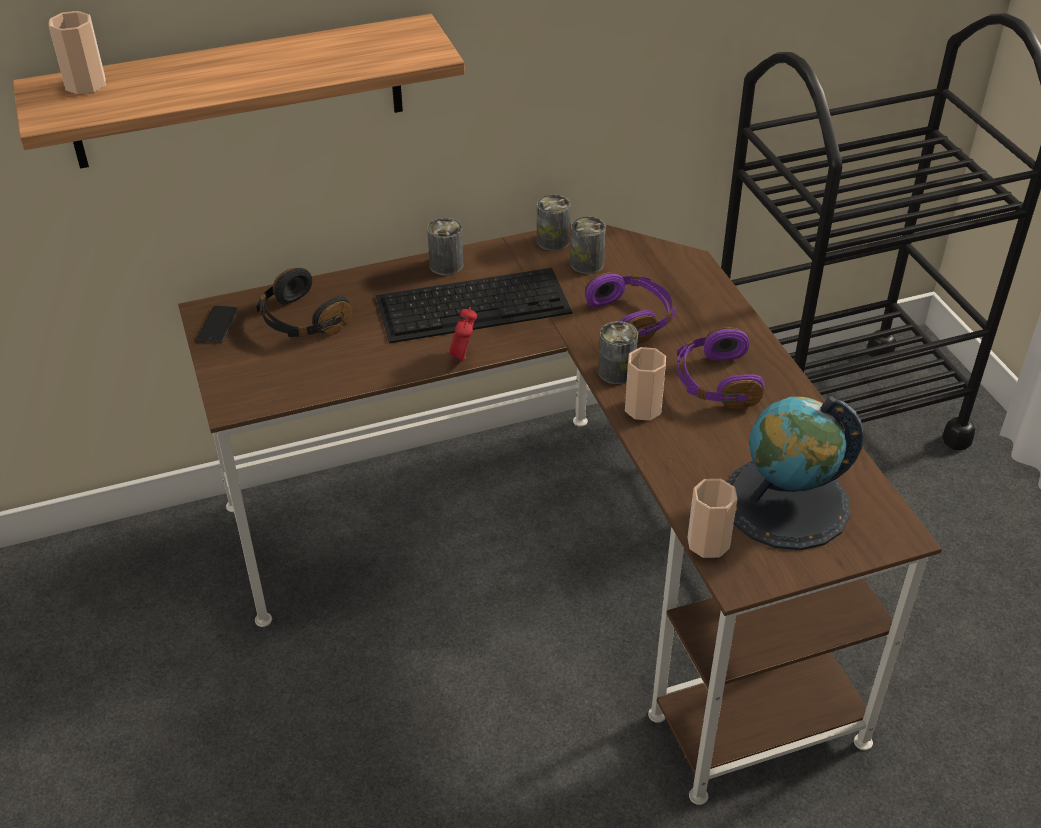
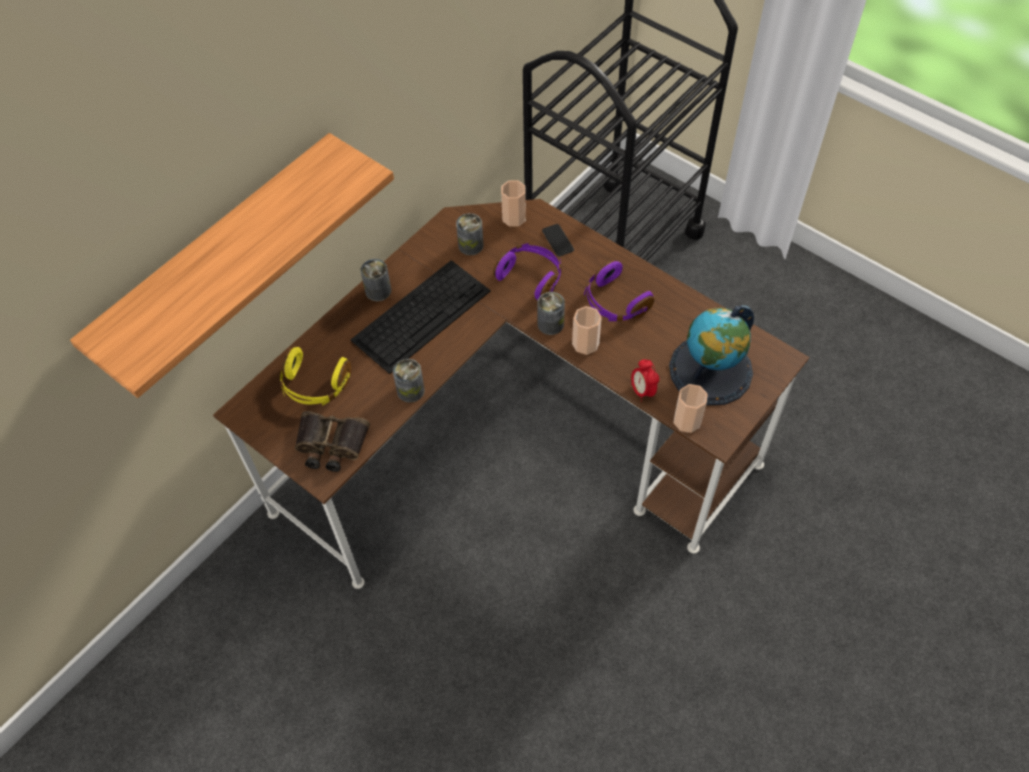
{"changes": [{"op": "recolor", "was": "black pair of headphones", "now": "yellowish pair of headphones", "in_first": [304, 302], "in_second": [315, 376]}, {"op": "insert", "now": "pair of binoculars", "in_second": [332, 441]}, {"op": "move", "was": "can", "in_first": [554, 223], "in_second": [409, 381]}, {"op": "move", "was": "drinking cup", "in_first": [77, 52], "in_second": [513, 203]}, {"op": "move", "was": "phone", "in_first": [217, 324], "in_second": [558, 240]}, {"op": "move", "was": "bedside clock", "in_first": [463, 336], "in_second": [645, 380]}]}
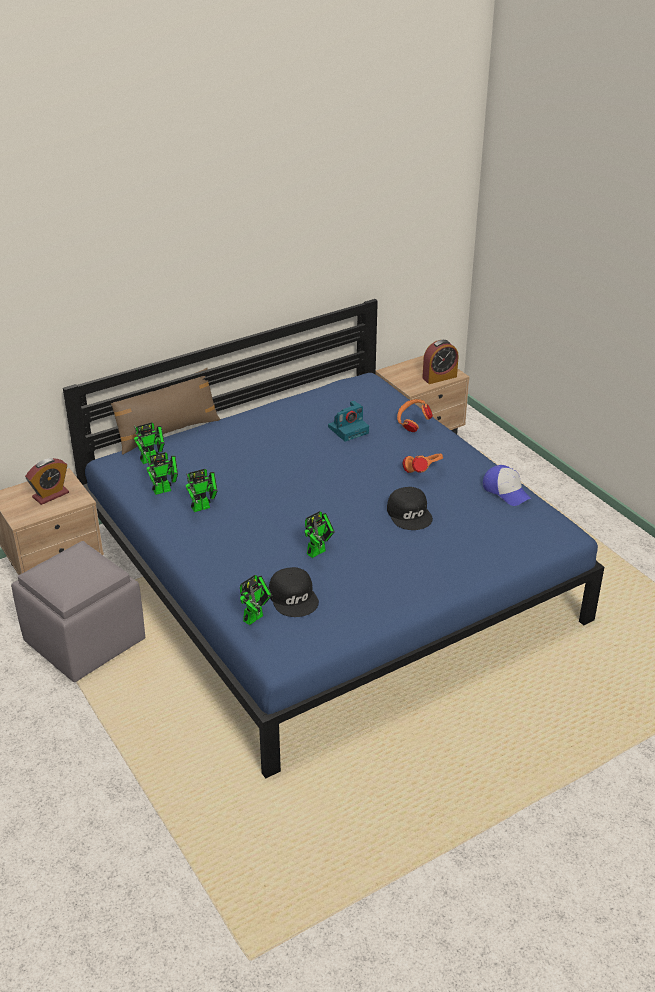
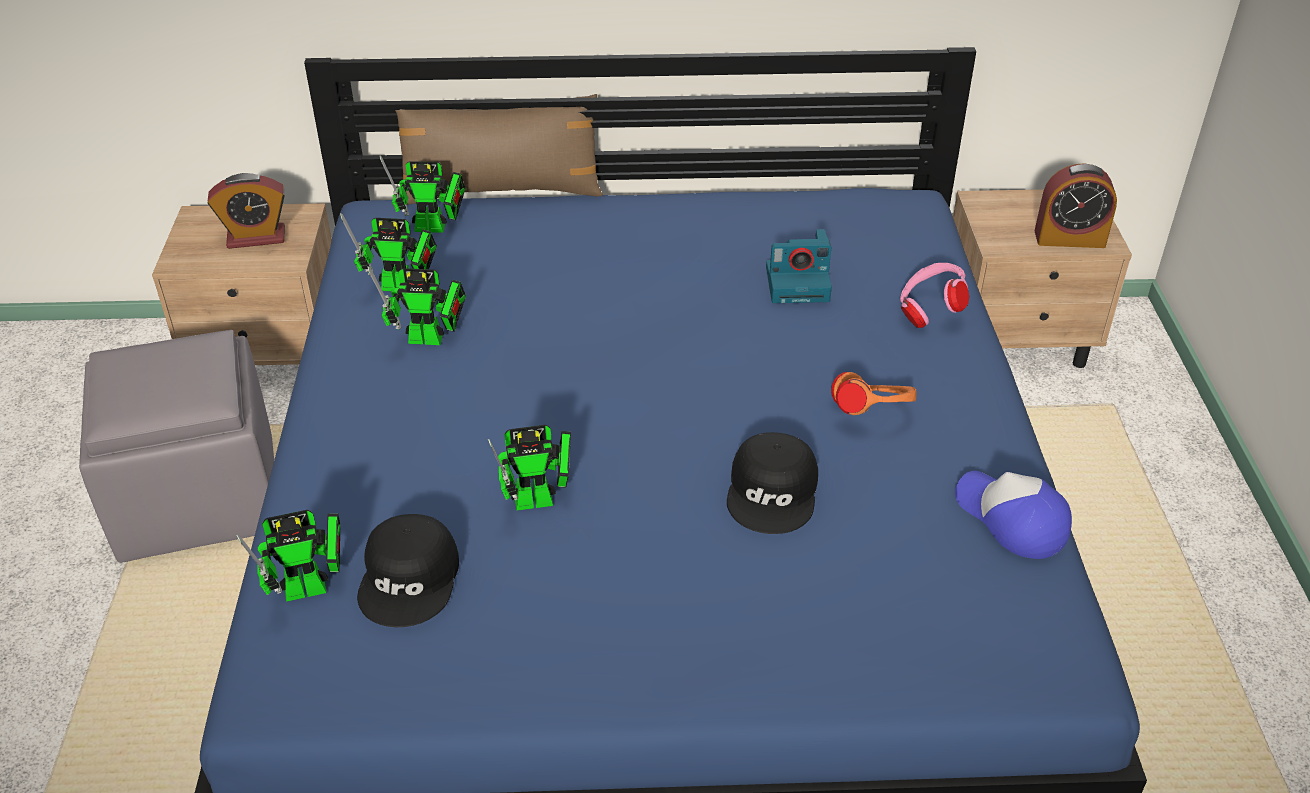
{"changes": [{"op": "recolor", "was": "orange-coloured pair of headphones", "now": "pink-coloured pair of headphones", "in_first": [415, 415], "in_second": [934, 295]}, {"op": "rotate", "was": "baseball cap", "in_first": [507, 485], "in_second": [1013, 515], "clockwise": 150}]}
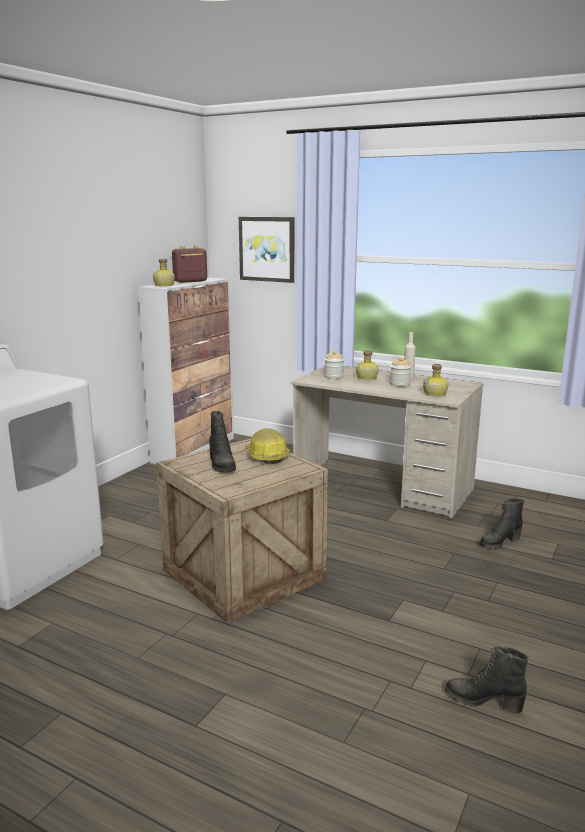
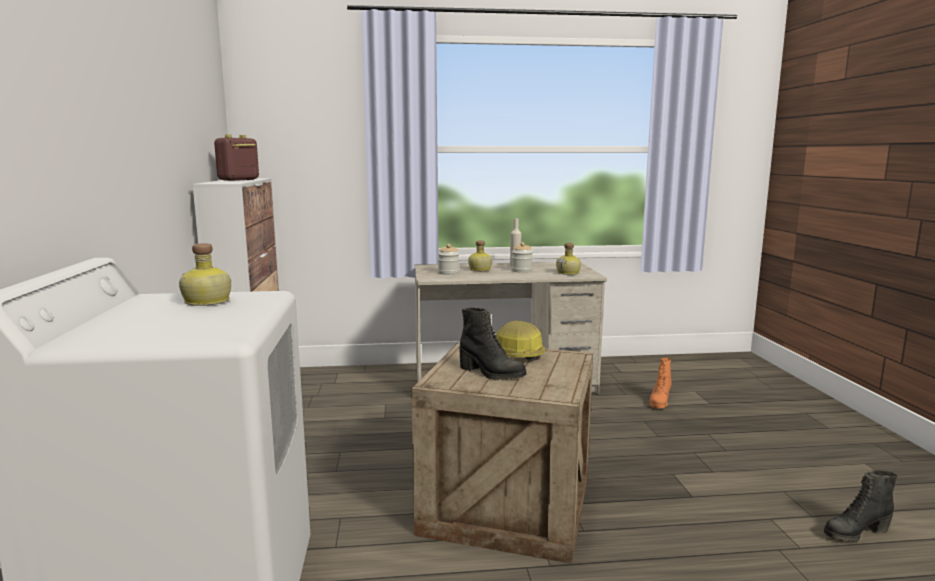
{"changes": [{"op": "move", "was": "beverage bottle", "in_first": [164, 272], "in_second": [205, 274]}, {"op": "recolor", "was": "black tall boot", "now": "orange-coloured tall boot", "in_first": [502, 523], "in_second": [660, 383]}, {"op": "delete", "was": "picture", "in_first": [266, 250]}]}
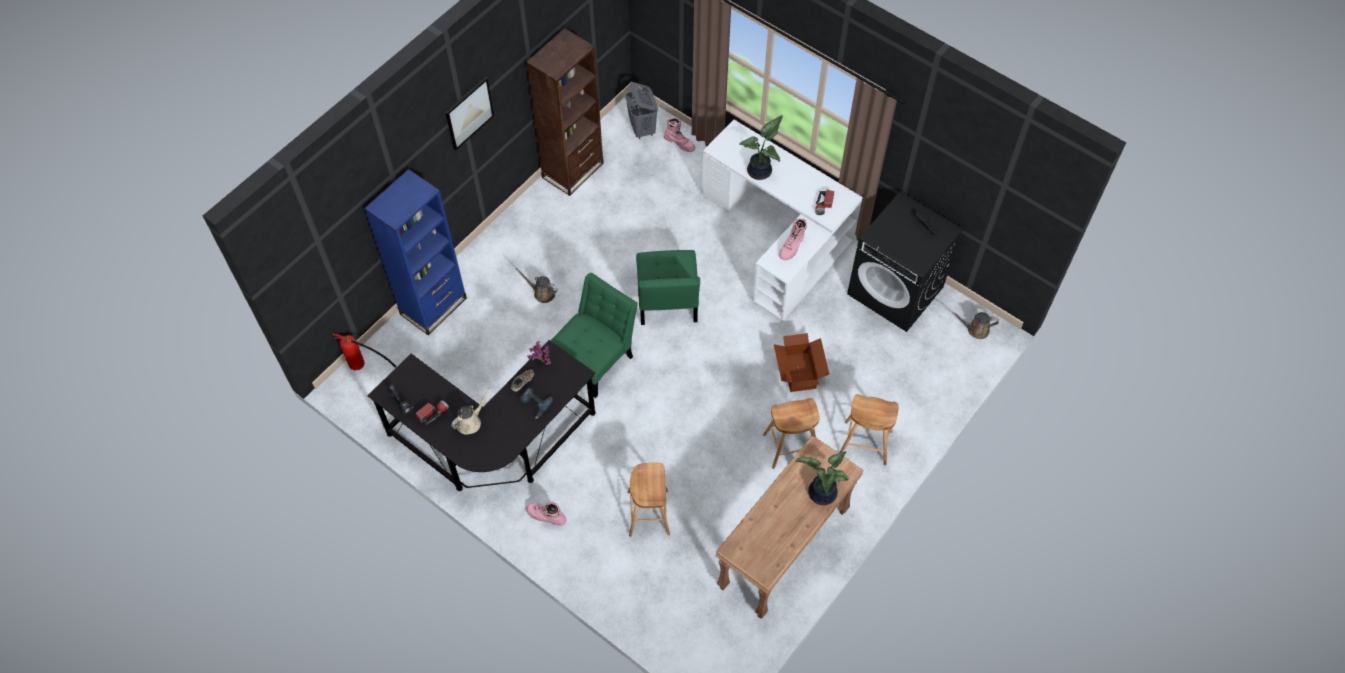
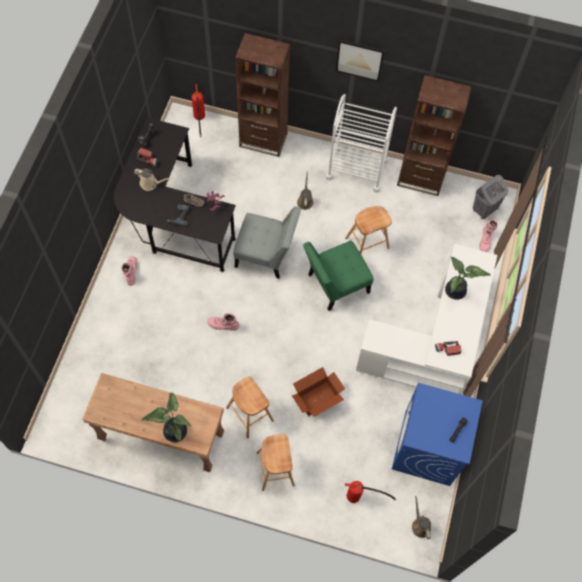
{"changes": [{"op": "move", "was": "pink-coloured tall boot", "in_first": [793, 239], "in_second": [223, 321]}, {"op": "recolor", "was": "green-coloured upright chair", "now": "greyish upright chair", "in_first": [594, 335], "in_second": [267, 242]}, {"op": "recolor", "was": "bluish shelving unit", "now": "brownish shelving unit", "in_first": [415, 252], "in_second": [262, 95]}, {"op": "insert", "now": "white-coloured cart", "in_second": [361, 143]}, {"op": "move", "was": "brownish sitting stool", "in_first": [649, 500], "in_second": [368, 230]}, {"op": "insert", "now": "fire extinguisher", "in_second": [370, 492]}, {"op": "recolor", "was": "black washing machine", "now": "bluish washing machine", "in_first": [905, 262], "in_second": [437, 434]}]}
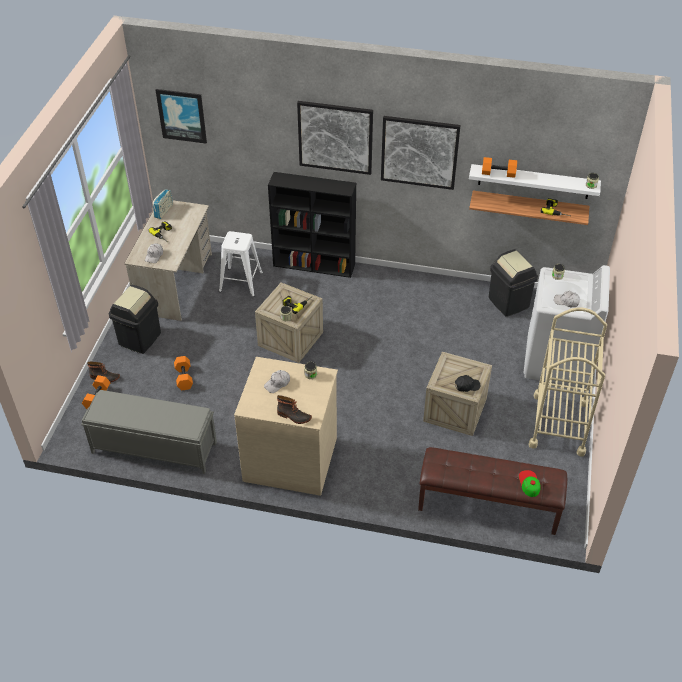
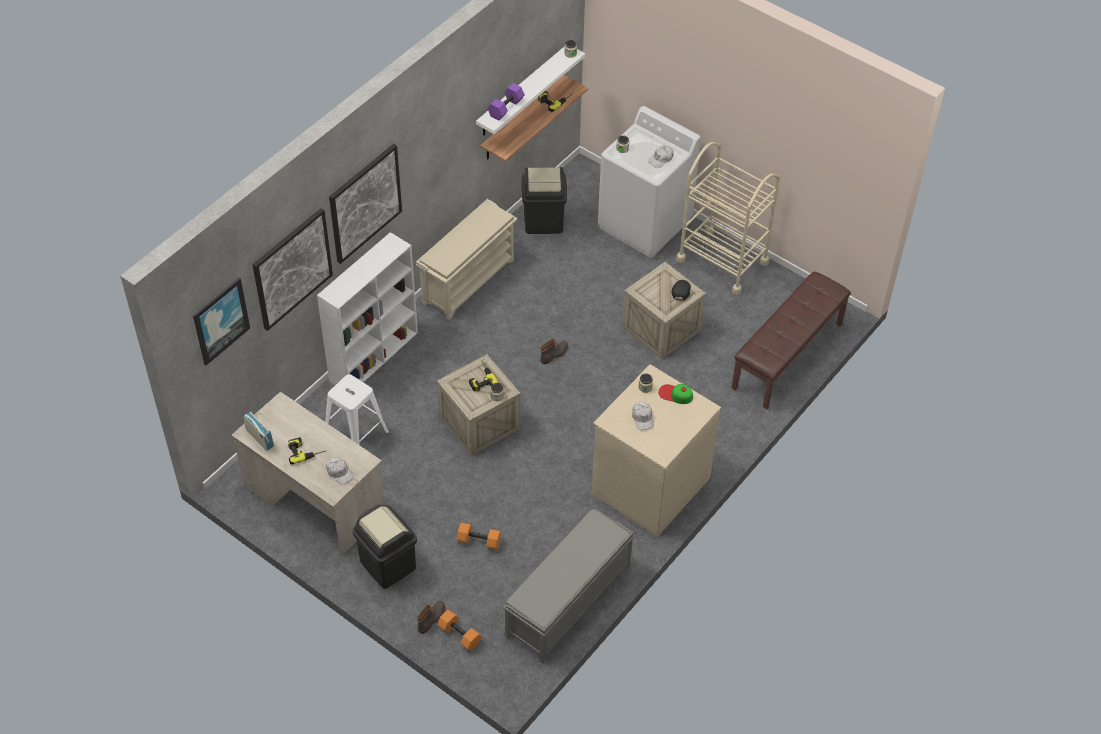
{"changes": [{"op": "move", "was": "picture", "in_first": [421, 153], "in_second": [293, 269]}, {"op": "recolor", "was": "black shelving unit", "now": "white-coloured shelving unit", "in_first": [312, 225], "in_second": [367, 311]}, {"op": "insert", "now": "sand-coloured shoe rack", "in_second": [466, 259]}, {"op": "recolor", "was": "orange-coloured free weight", "now": "purple free weight", "in_first": [499, 167], "in_second": [506, 102]}, {"op": "move", "was": "tall boot", "in_first": [294, 409], "in_second": [554, 351]}, {"op": "move", "was": "baseball cap", "in_first": [530, 483], "in_second": [675, 394]}]}
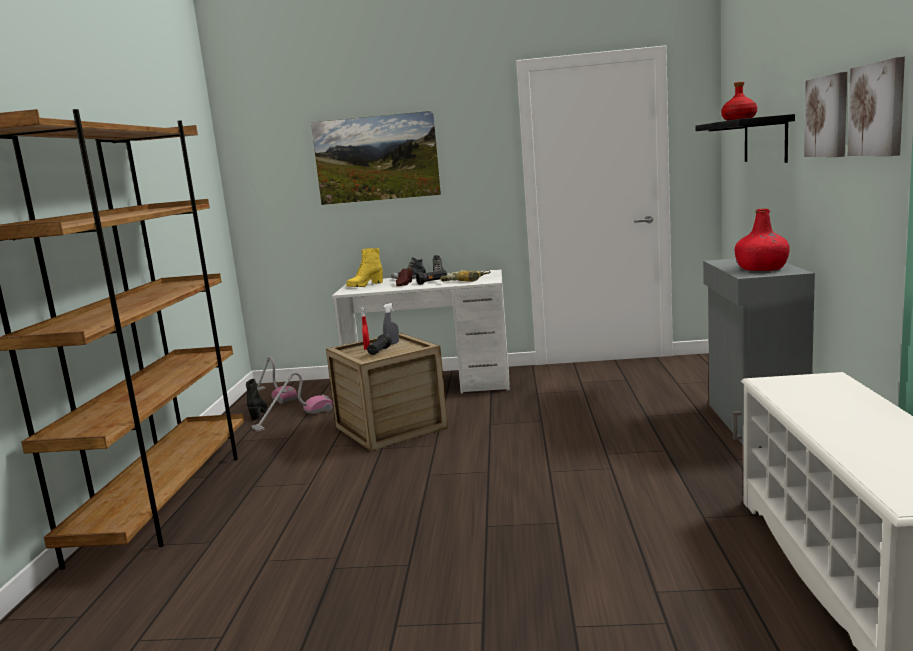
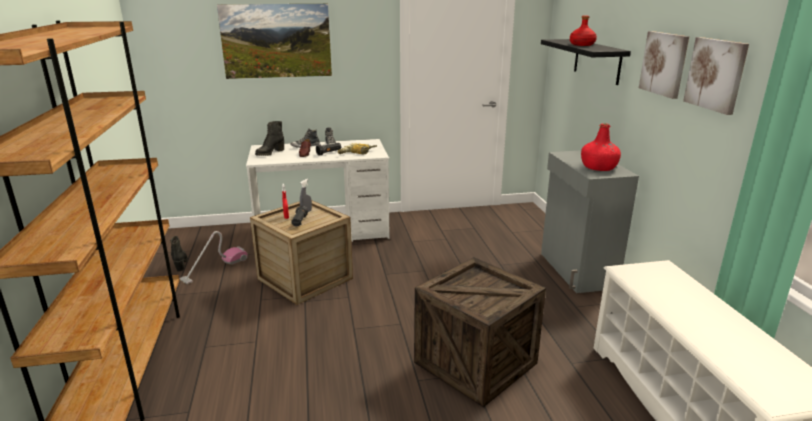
{"changes": [{"op": "recolor", "was": "yellowish tall boot", "now": "black tall boot", "in_first": [364, 267], "in_second": [269, 138]}, {"op": "insert", "now": "shipping crate", "in_second": [480, 332]}, {"op": "delete", "was": "vacuum", "in_first": [277, 380]}]}
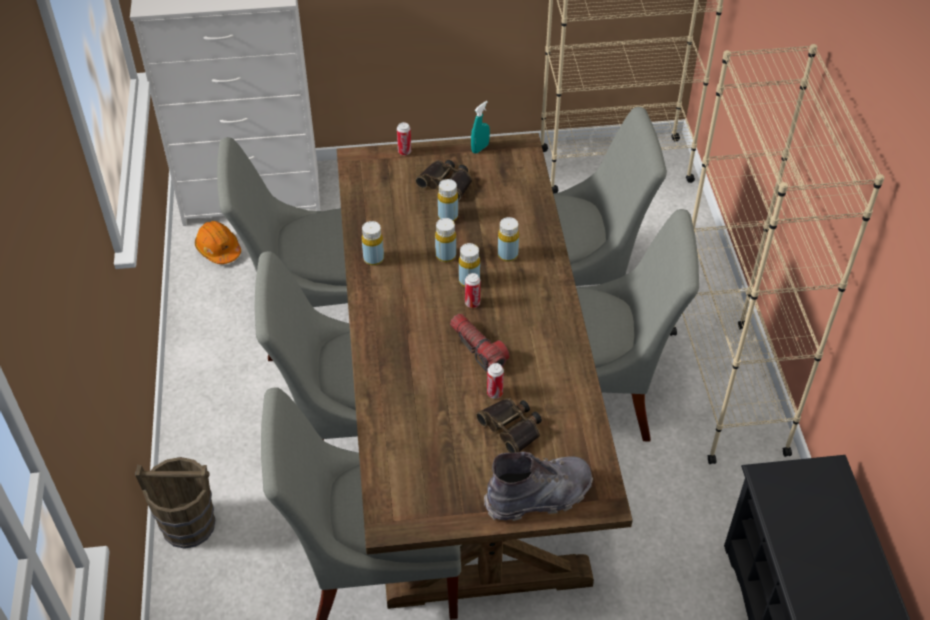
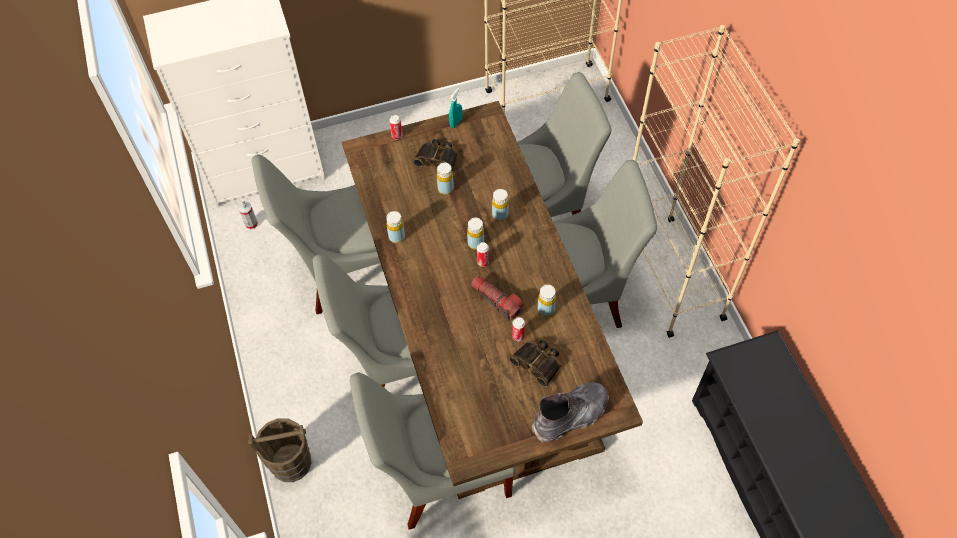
{"changes": [{"op": "replace", "was": "orange-coloured safety helmet", "now": "spray bottle", "in_first": [218, 242], "in_second": [248, 214]}, {"op": "move", "was": "yellowish beverage bottle", "in_first": [445, 240], "in_second": [547, 301]}]}
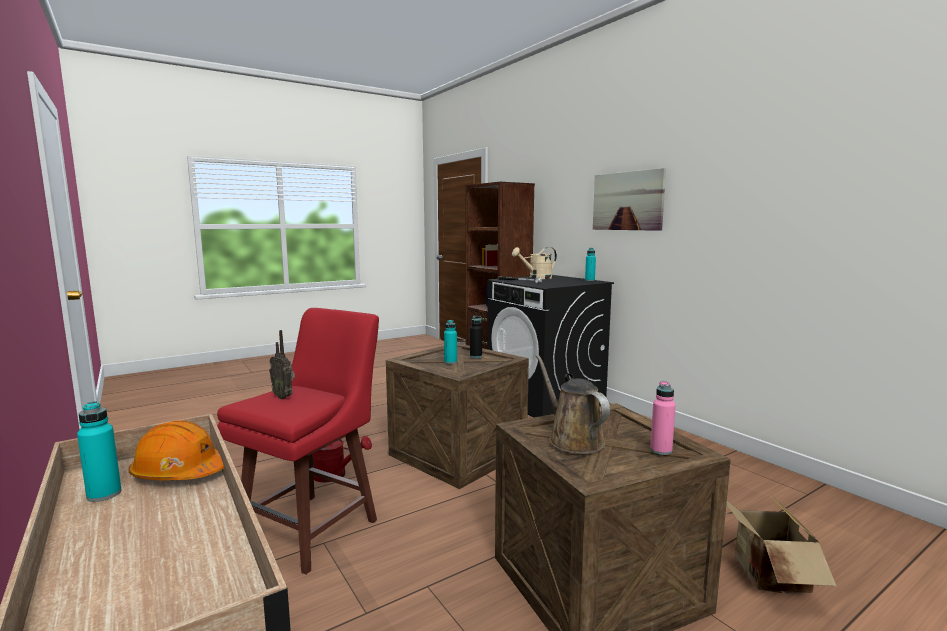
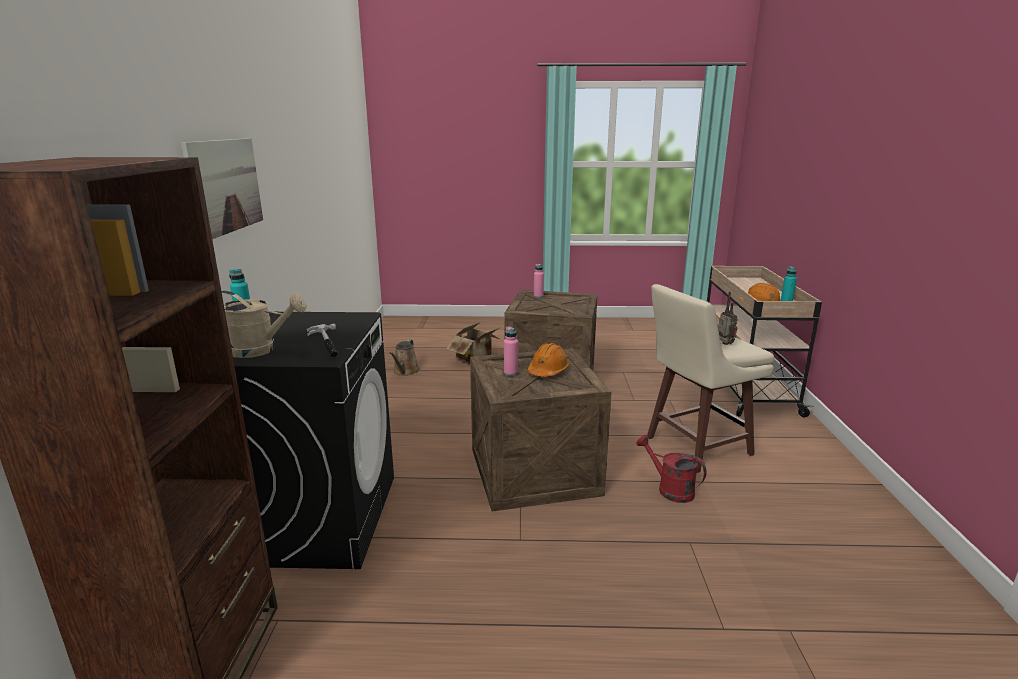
{"changes": [{"op": "move", "was": "brownish sprinkling can", "in_first": [573, 404], "in_second": [404, 358]}, {"op": "recolor", "was": "black beverage bottle", "now": "pink-coloured beverage bottle", "in_first": [476, 337], "in_second": [511, 351]}, {"op": "replace", "was": "turquoise-coloured beverage bottle", "now": "orange-coloured safety helmet", "in_first": [450, 342], "in_second": [548, 360]}, {"op": "recolor", "was": "red-coloured sitting stool", "now": "sand-coloured sitting stool", "in_first": [298, 441], "in_second": [710, 378]}]}
